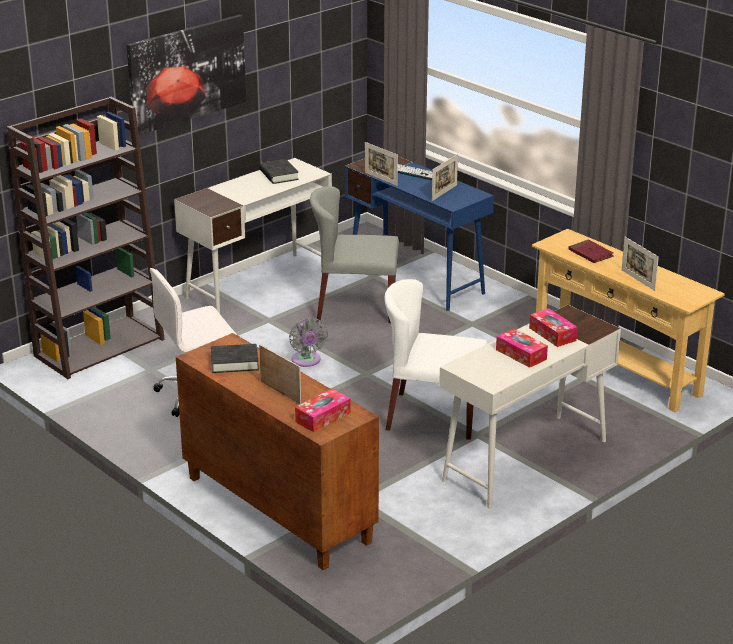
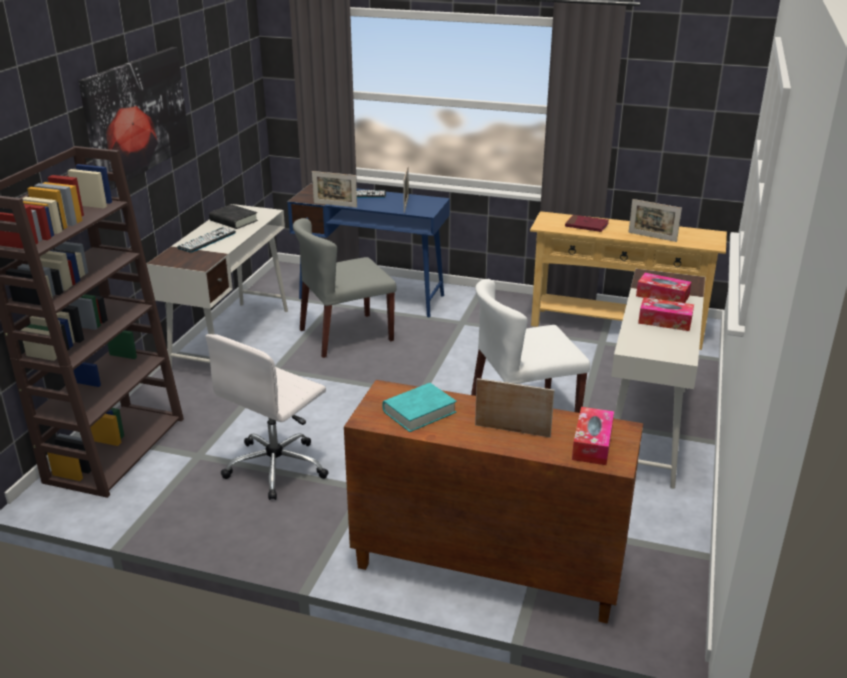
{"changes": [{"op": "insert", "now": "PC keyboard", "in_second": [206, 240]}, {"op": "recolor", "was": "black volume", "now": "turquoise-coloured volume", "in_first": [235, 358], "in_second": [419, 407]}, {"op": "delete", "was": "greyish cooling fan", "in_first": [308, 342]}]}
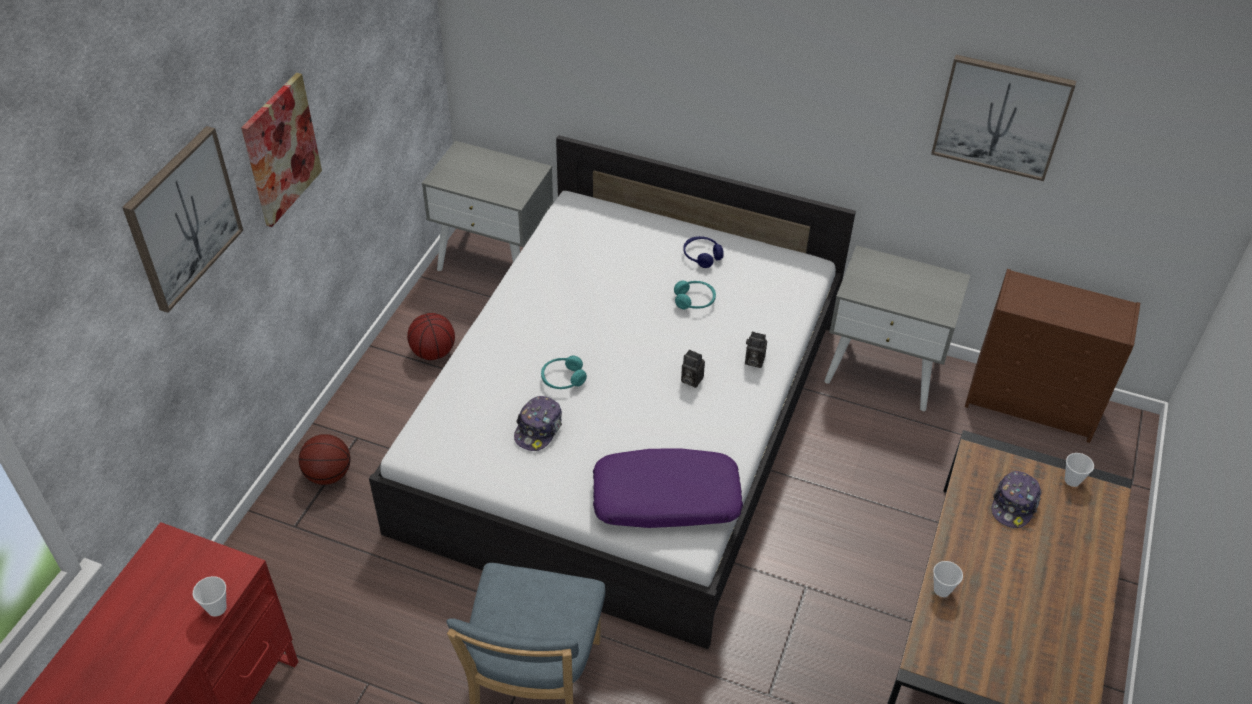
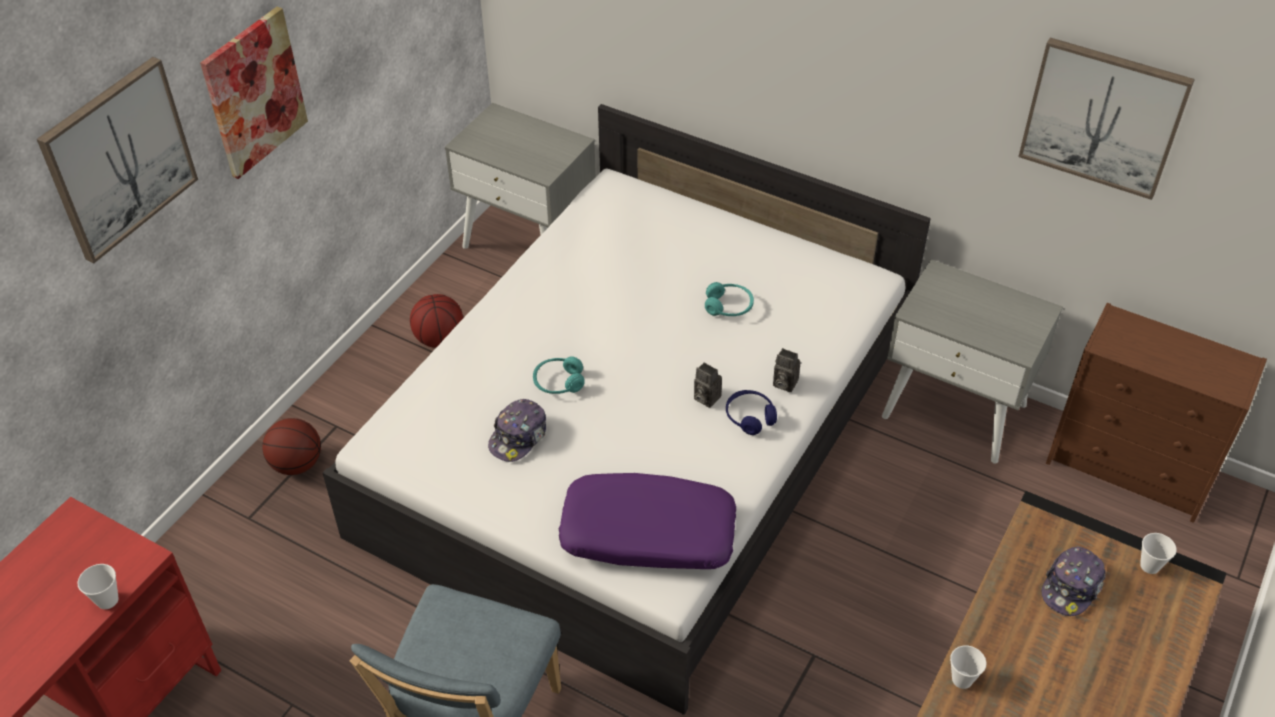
{"changes": [{"op": "move", "was": "bluish pair of headphones", "in_first": [703, 252], "in_second": [751, 412]}]}
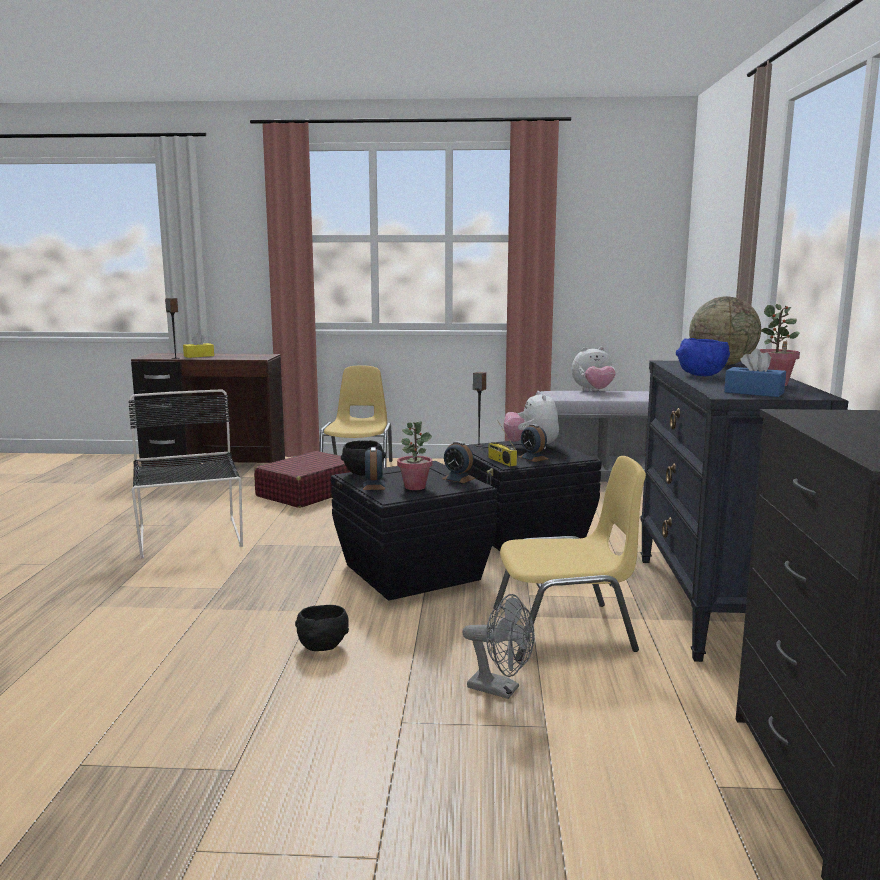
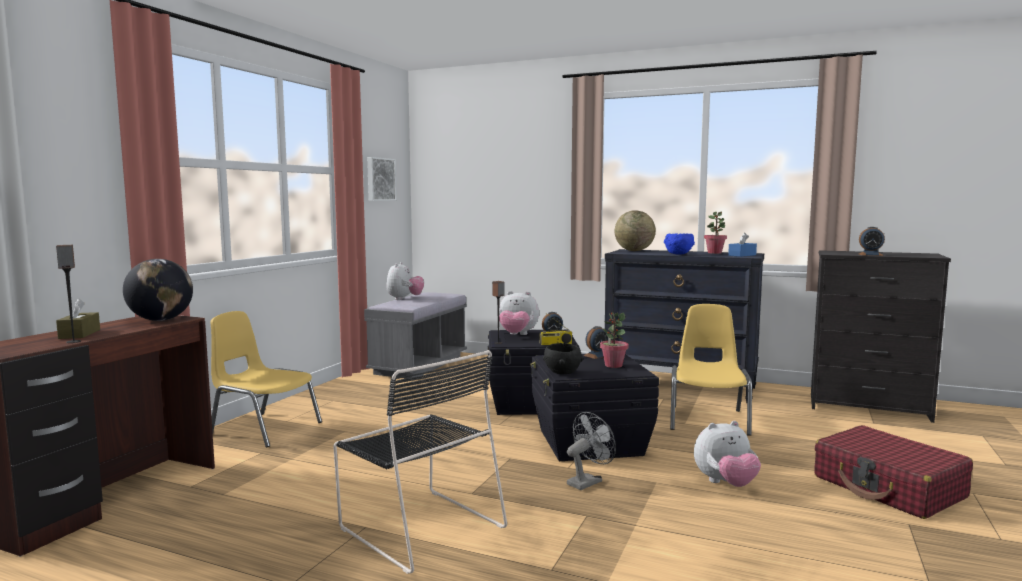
{"changes": [{"op": "recolor", "was": "yellowish box of tissues", "now": "brownish box of tissues", "in_first": [198, 345], "in_second": [78, 318]}, {"op": "insert", "now": "globe", "in_second": [158, 290]}, {"op": "rotate", "was": "black upright chair", "in_first": [185, 474], "in_second": [420, 462], "clockwise": -135}, {"op": "insert", "now": "picture", "in_second": [382, 179]}, {"op": "move", "was": "greyish cooling fan", "in_first": [498, 646], "in_second": [591, 451]}, {"op": "replace", "was": "black bowl", "now": "soft toy", "in_first": [322, 628], "in_second": [727, 454]}, {"op": "move", "was": "red-coloured travel case", "in_first": [302, 479], "in_second": [893, 472]}, {"op": "move", "was": "bedside clock", "in_first": [374, 468], "in_second": [872, 241]}]}
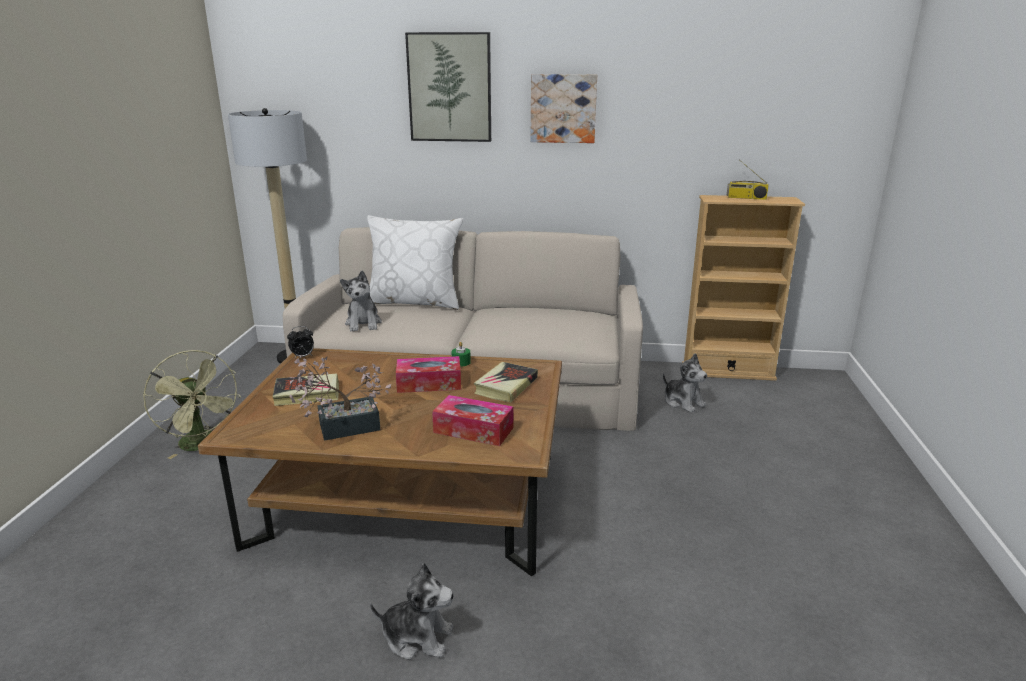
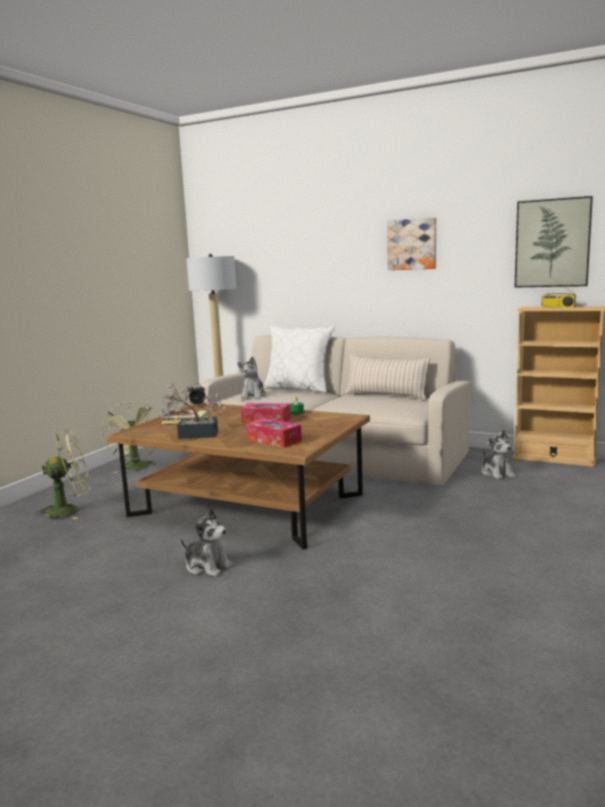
{"changes": [{"op": "insert", "now": "green-coloured cooling fan", "in_second": [62, 474]}, {"op": "insert", "now": "sand-coloured pillow", "in_second": [387, 377]}, {"op": "move", "was": "picture", "in_first": [448, 87], "in_second": [554, 241]}, {"op": "delete", "was": "volume", "in_first": [506, 382]}]}
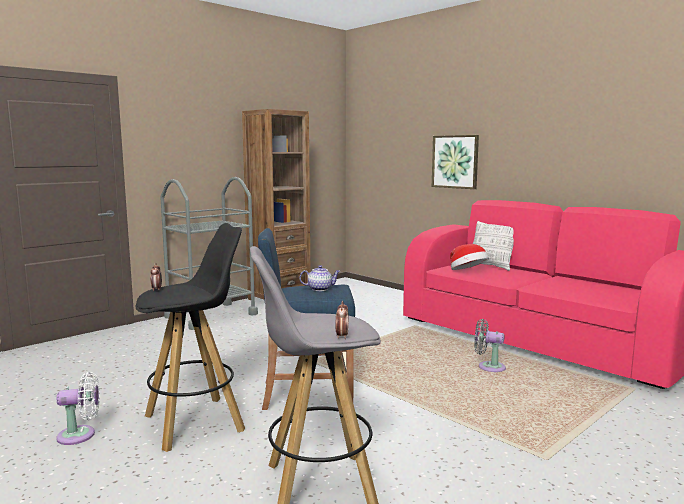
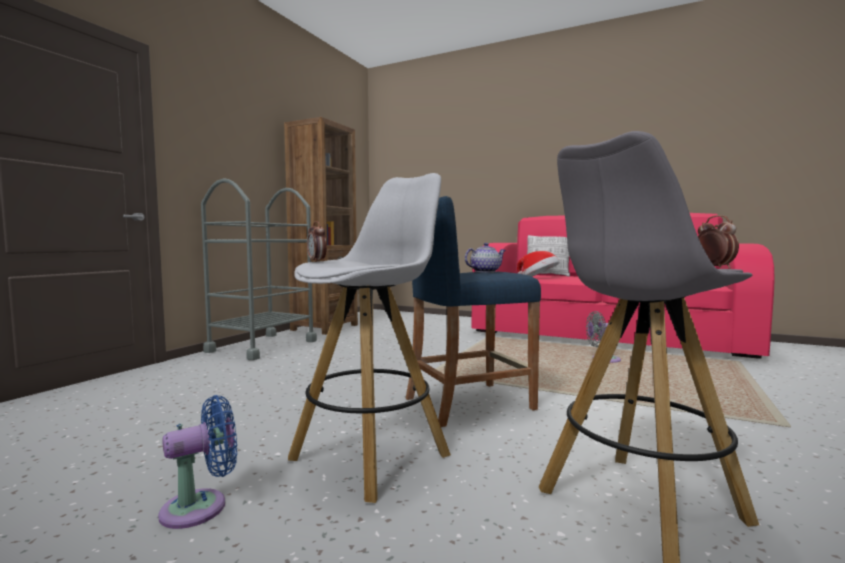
{"changes": [{"op": "recolor", "was": "white-coloured cooling fan", "now": "bluish cooling fan", "in_first": [78, 408], "in_second": [197, 462]}, {"op": "recolor", "was": "black sitting stool", "now": "white-coloured sitting stool", "in_first": [190, 337], "in_second": [369, 338]}, {"op": "delete", "was": "picture", "in_first": [455, 162]}]}
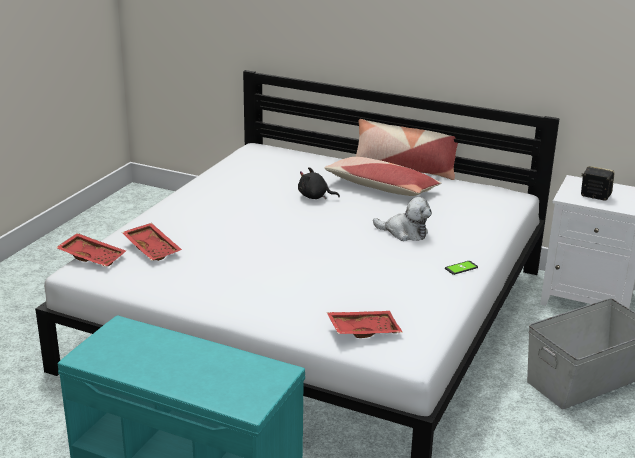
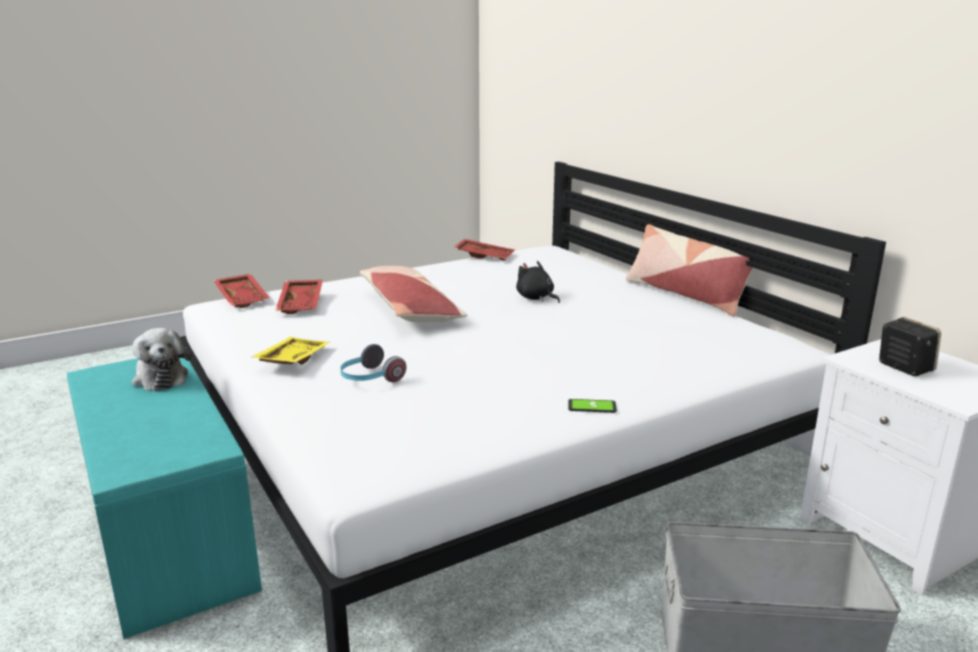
{"changes": [{"op": "move", "was": "soft toy", "in_first": [402, 219], "in_second": [161, 359]}, {"op": "insert", "now": "yellowish serving tray", "in_second": [291, 351]}, {"op": "insert", "now": "pair of headphones", "in_second": [373, 363]}, {"op": "move", "was": "pillow", "in_first": [382, 176], "in_second": [413, 294]}, {"op": "move", "was": "red-coloured serving tray", "in_first": [365, 324], "in_second": [484, 250]}]}
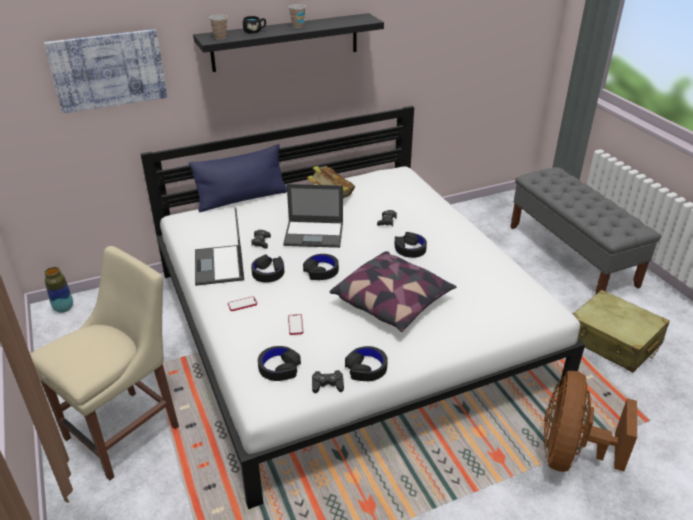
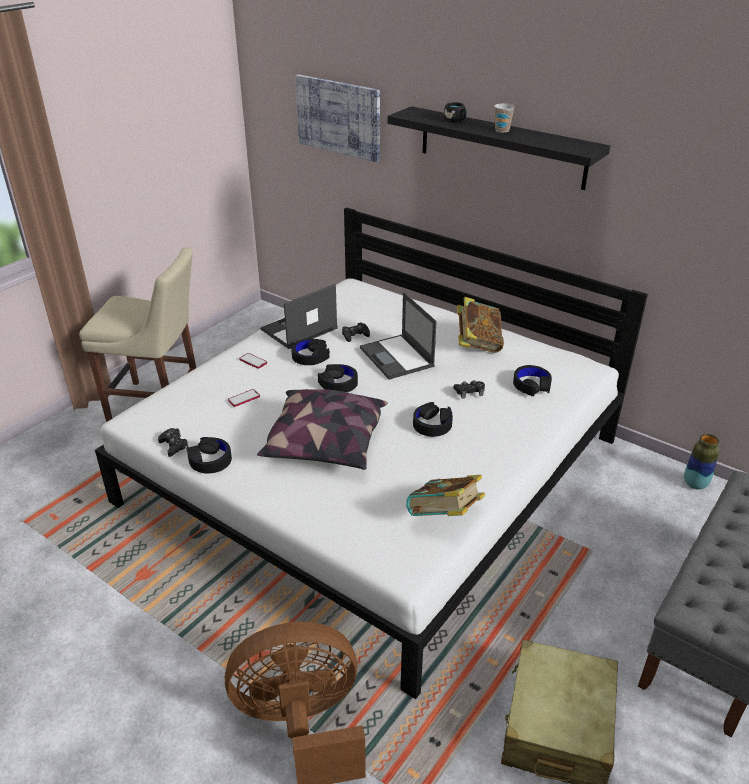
{"changes": [{"op": "insert", "now": "volume", "in_second": [445, 495]}, {"op": "move", "was": "black pair of headphones", "in_first": [279, 363], "in_second": [532, 380]}, {"op": "move", "was": "vase", "in_first": [58, 290], "in_second": [701, 462]}, {"op": "delete", "was": "bluish pillow", "in_first": [238, 178]}, {"op": "delete", "was": "drinking cup", "in_first": [218, 27]}]}
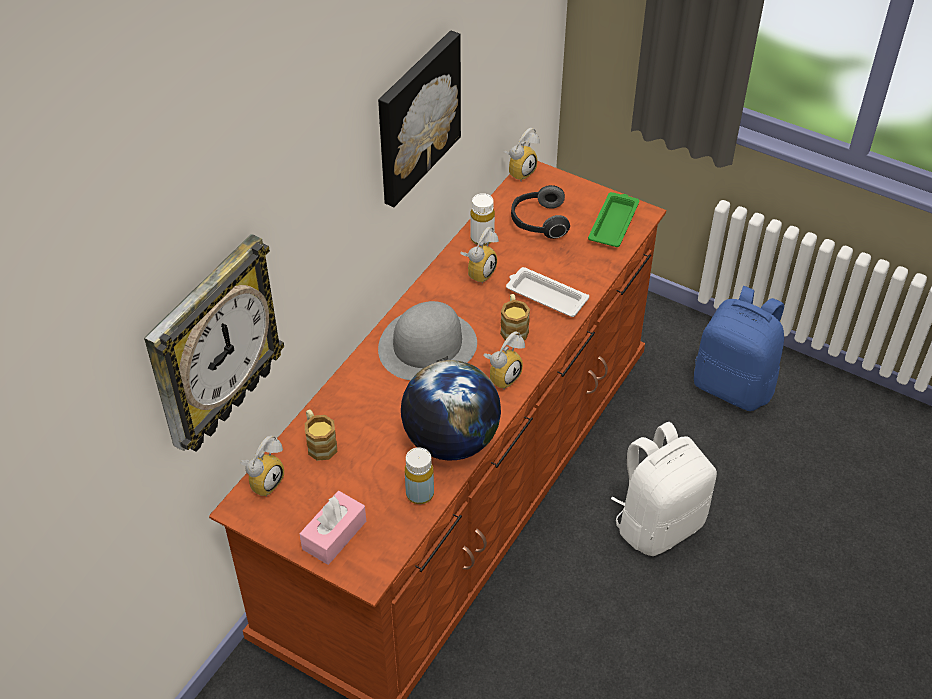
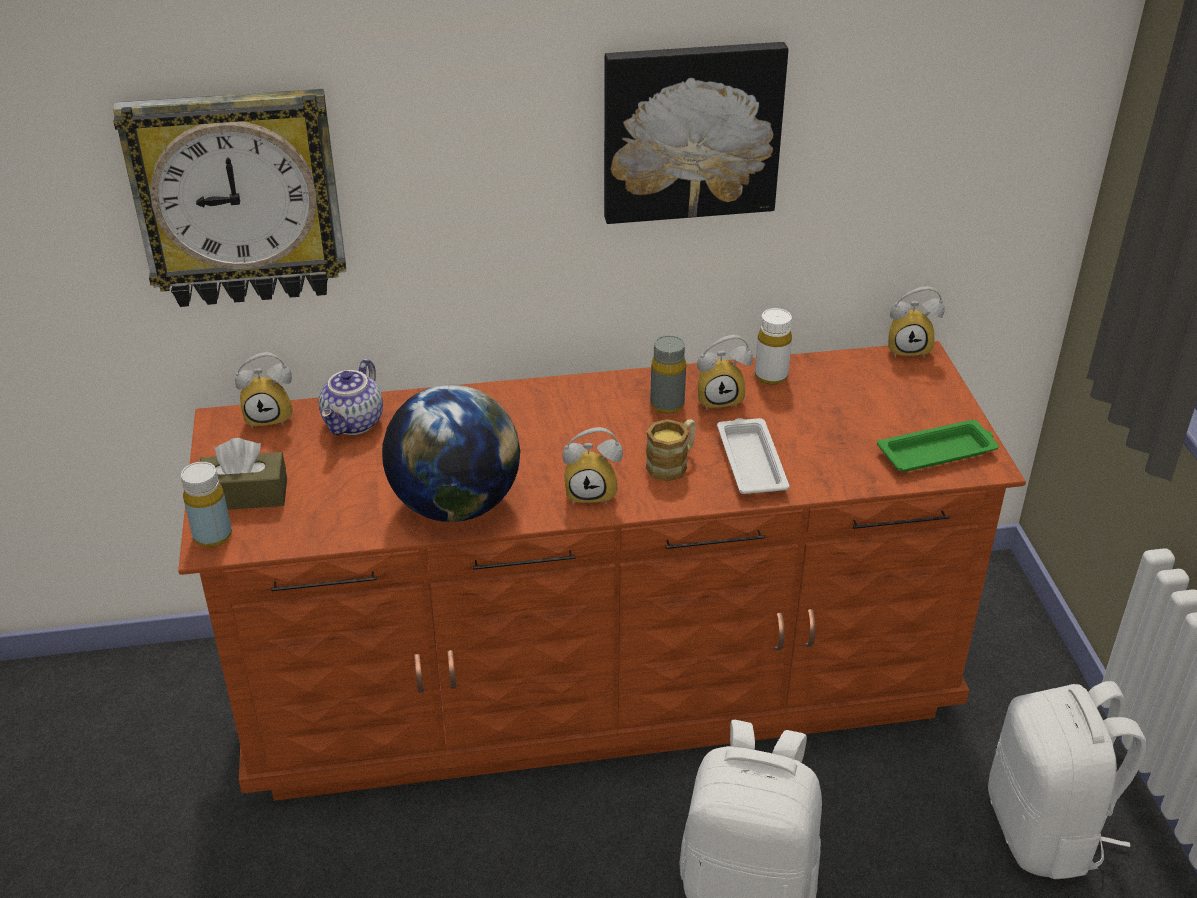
{"changes": [{"op": "move", "was": "yellowish beverage bottle", "in_first": [419, 476], "in_second": [206, 504]}, {"op": "recolor", "was": "pink-coloured box of tissues", "now": "brownish box of tissues", "in_first": [333, 528], "in_second": [243, 474]}, {"op": "replace", "was": "tea mug", "now": "teapot", "in_first": [321, 435], "in_second": [351, 397]}, {"op": "insert", "now": "greyish beverage bottle", "in_second": [668, 374]}, {"op": "recolor", "was": "bluish rucksack", "now": "white-coloured rucksack", "in_first": [739, 348], "in_second": [1067, 780]}, {"op": "delete", "was": "greyish clothing hat", "in_first": [427, 340]}, {"op": "delete", "was": "pair of headphones", "in_first": [540, 212]}]}
